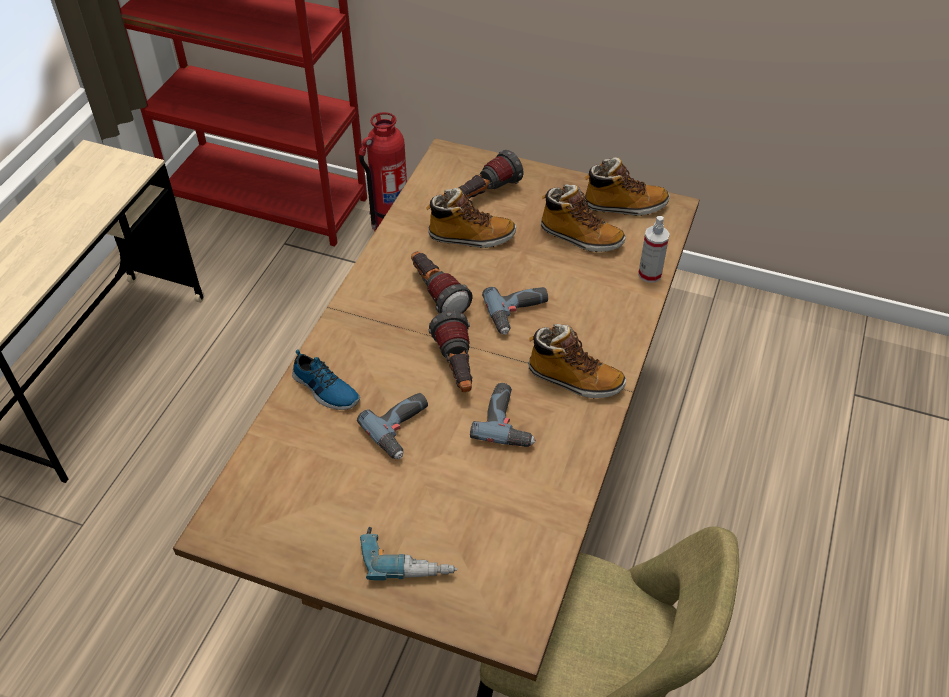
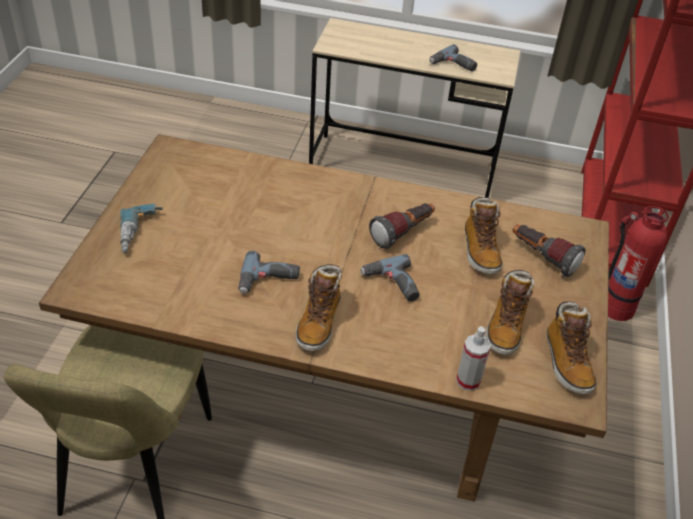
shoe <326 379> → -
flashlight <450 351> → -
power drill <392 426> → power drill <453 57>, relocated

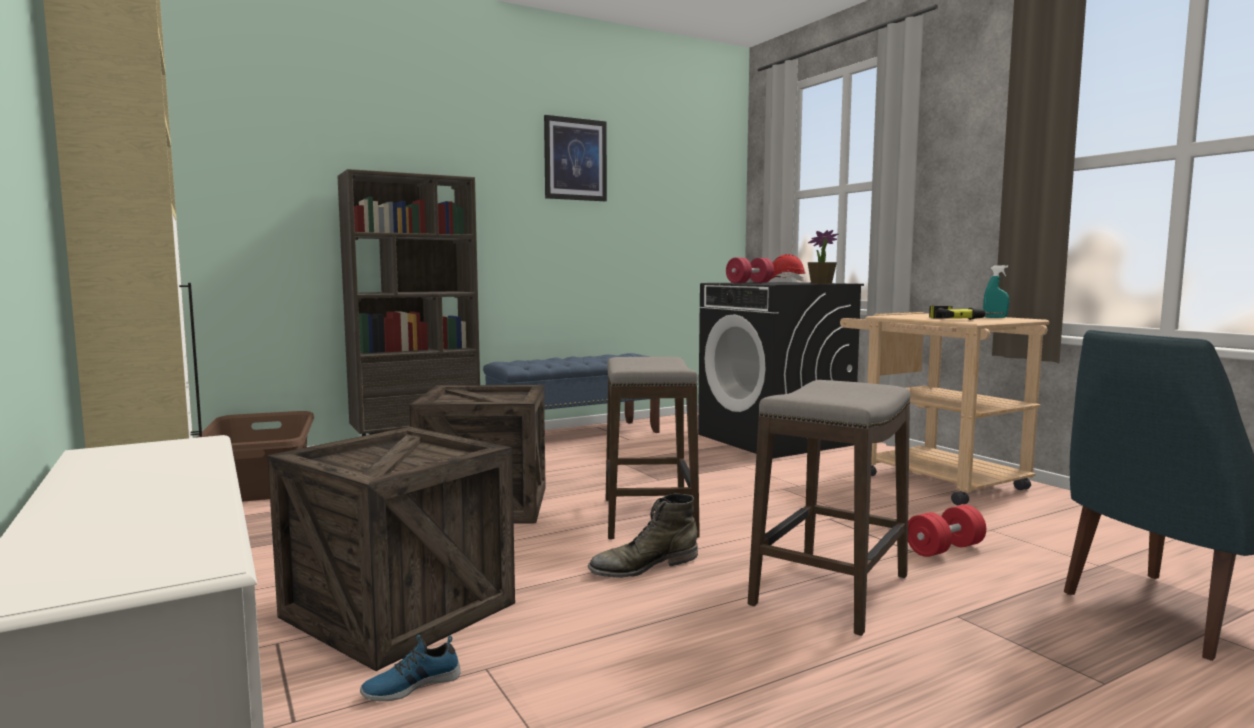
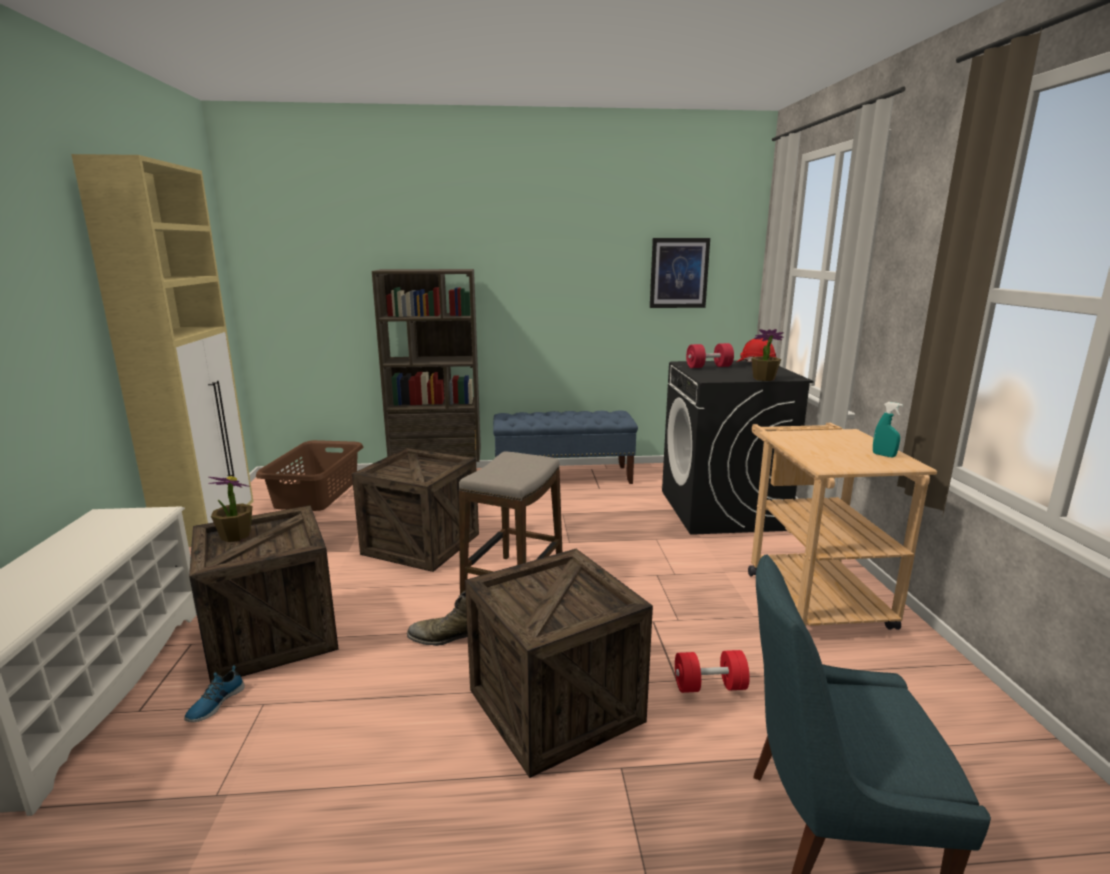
power drill <966 313> → -
- → potted plant <230 509>
picture <575 158> → picture <680 273>, relocated
stool <829 508> → crate <559 663>
shoe <410 668> → shoe <214 693>, 60 degrees counterclockwise

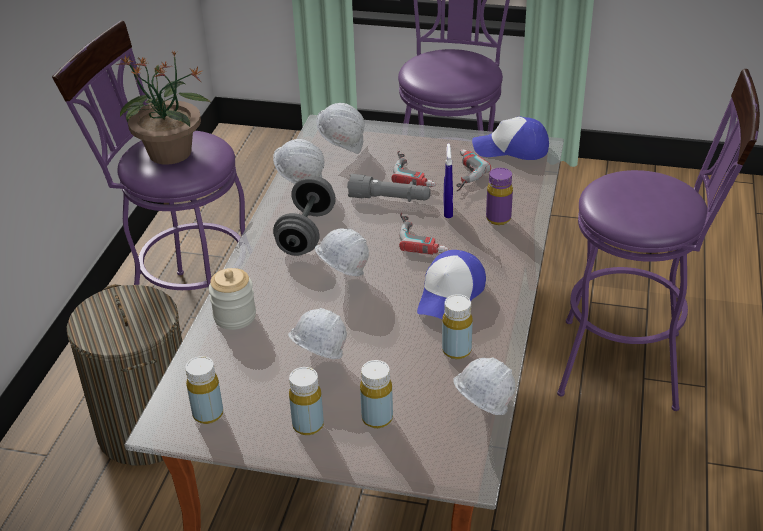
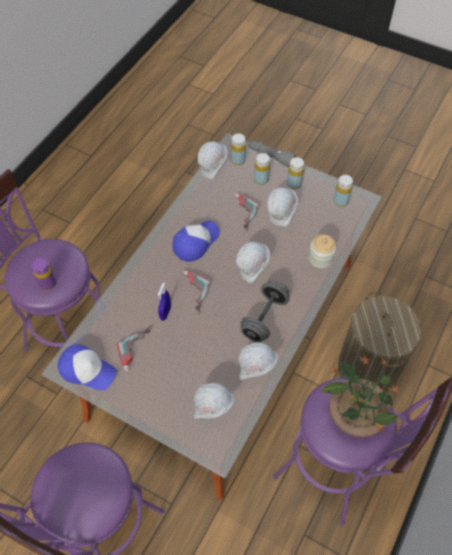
grey flashlight <389 188> → grey flashlight <272 153>, relocated
power drill <413 169> → power drill <247 212>, relocated
yellow bottle <457 326> → yellow bottle <238 149>, relocated
purple bottle <499 196> → purple bottle <44 274>, relocated

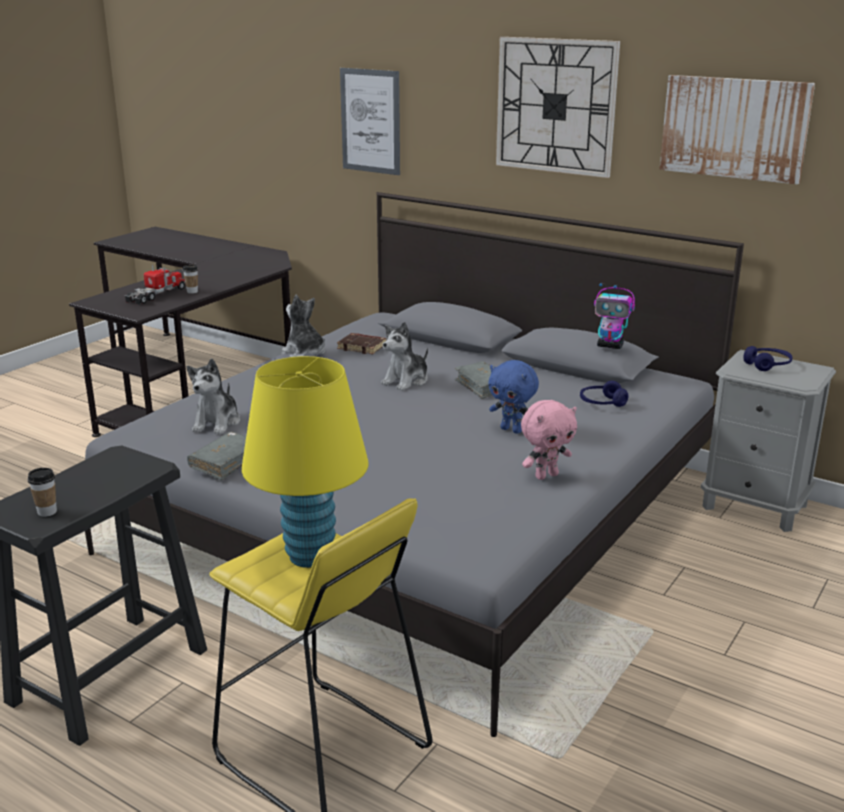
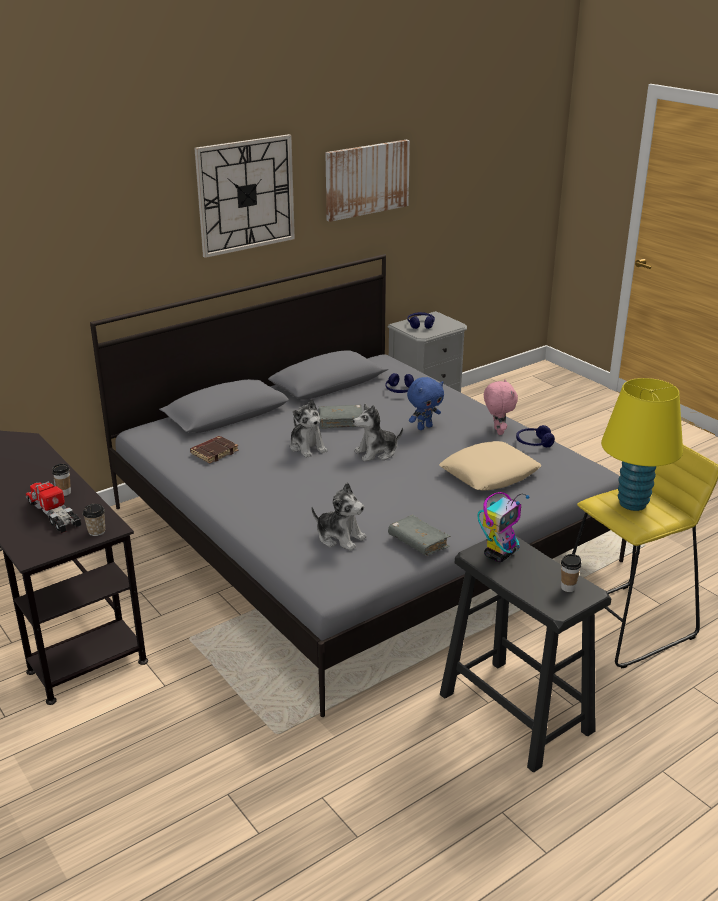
picture <370 121> → -
- → cup <94 520>
- → beige pillow <490 465>
- → blue headphones <535 436>
plush toy <303 326> → plush toy <378 432>, relocated
toy robot <614 316> → toy robot <504 527>, relocated

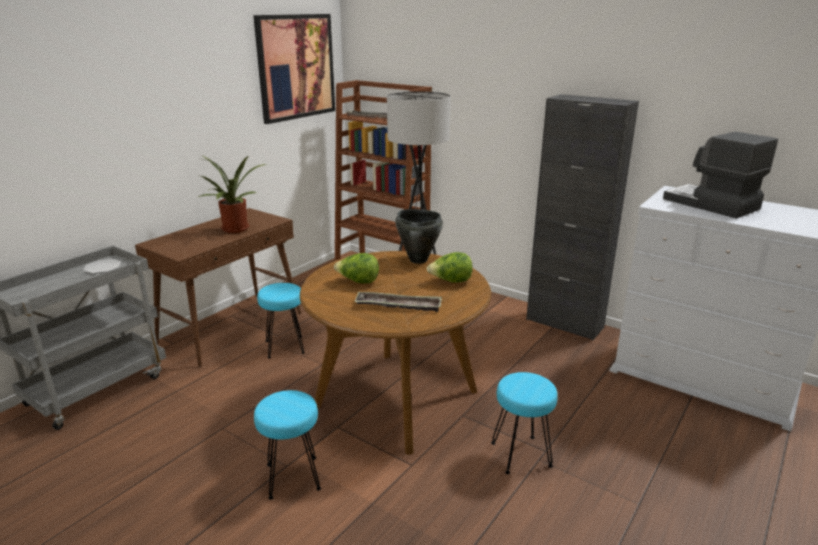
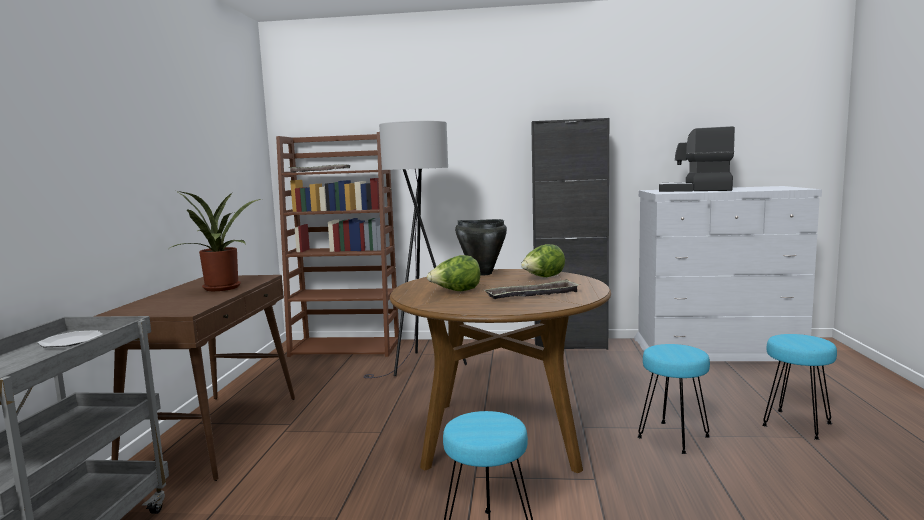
picture <294 69> → -
turquoise stool <281 321> → turquoise stool <799 387>, relocated

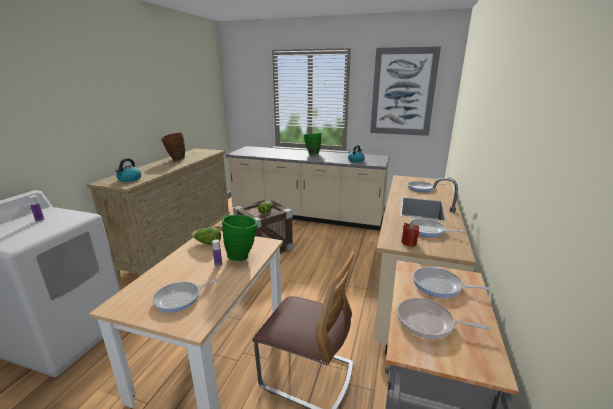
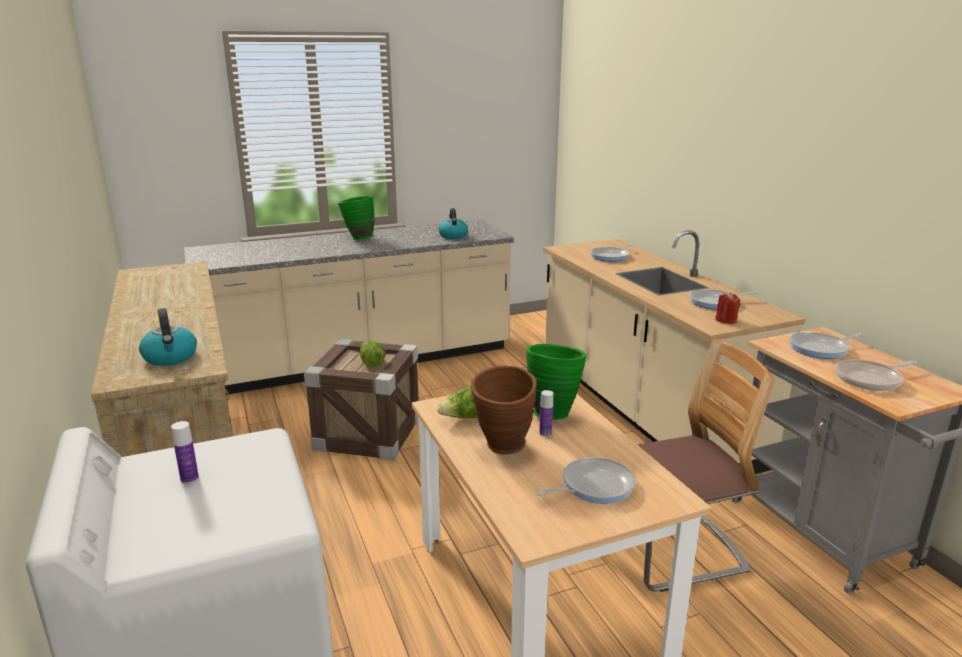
picture <405 91> → -
brown vase <173 147> → brown vase <504 410>, relocated
frying pan <186 295> → frying pan <586 480>, 135 degrees counterclockwise

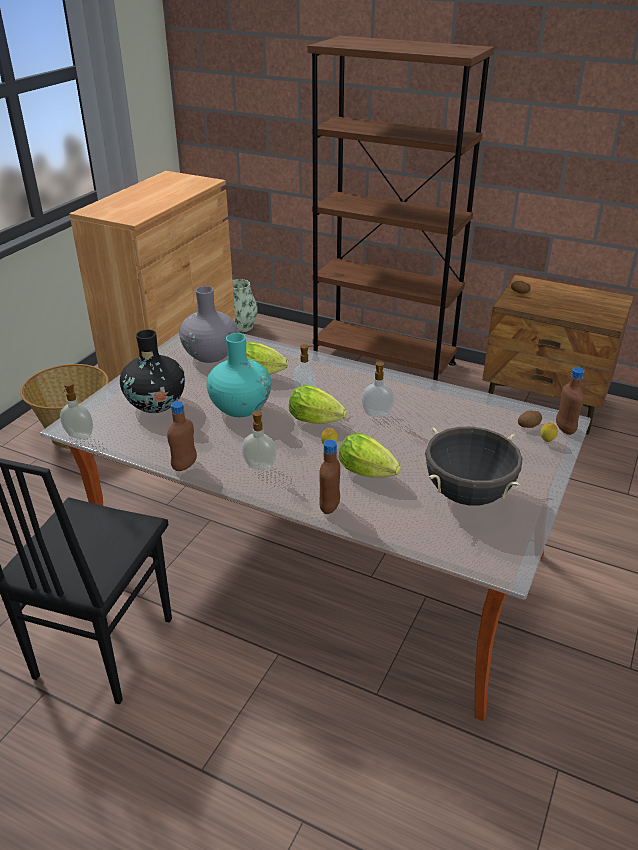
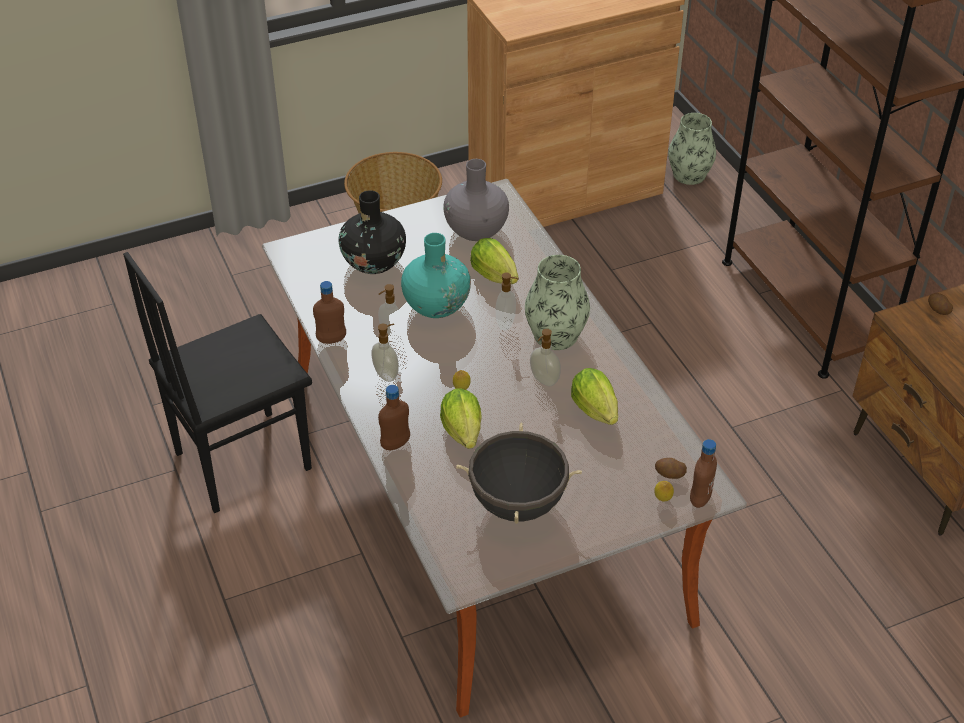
- → vase <557 302>
soap dispenser <76 410> → soap dispenser <391 313>, relocated
lettuce <318 404> → lettuce <594 396>, relocated

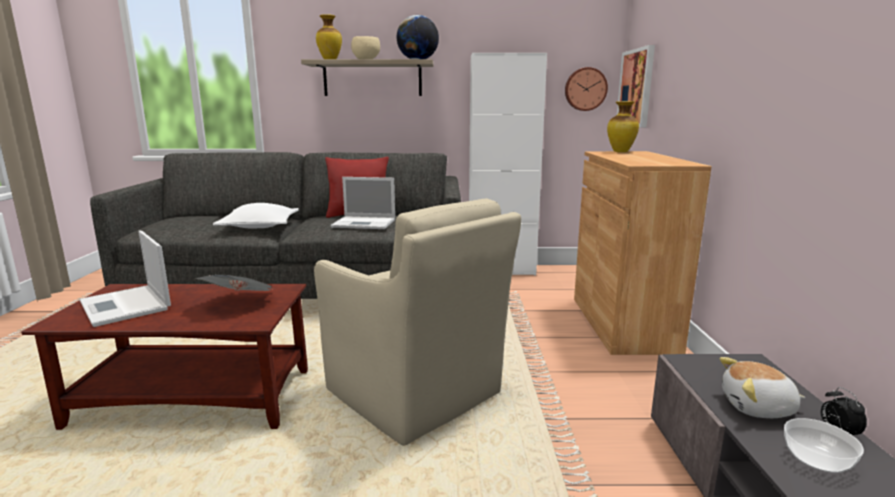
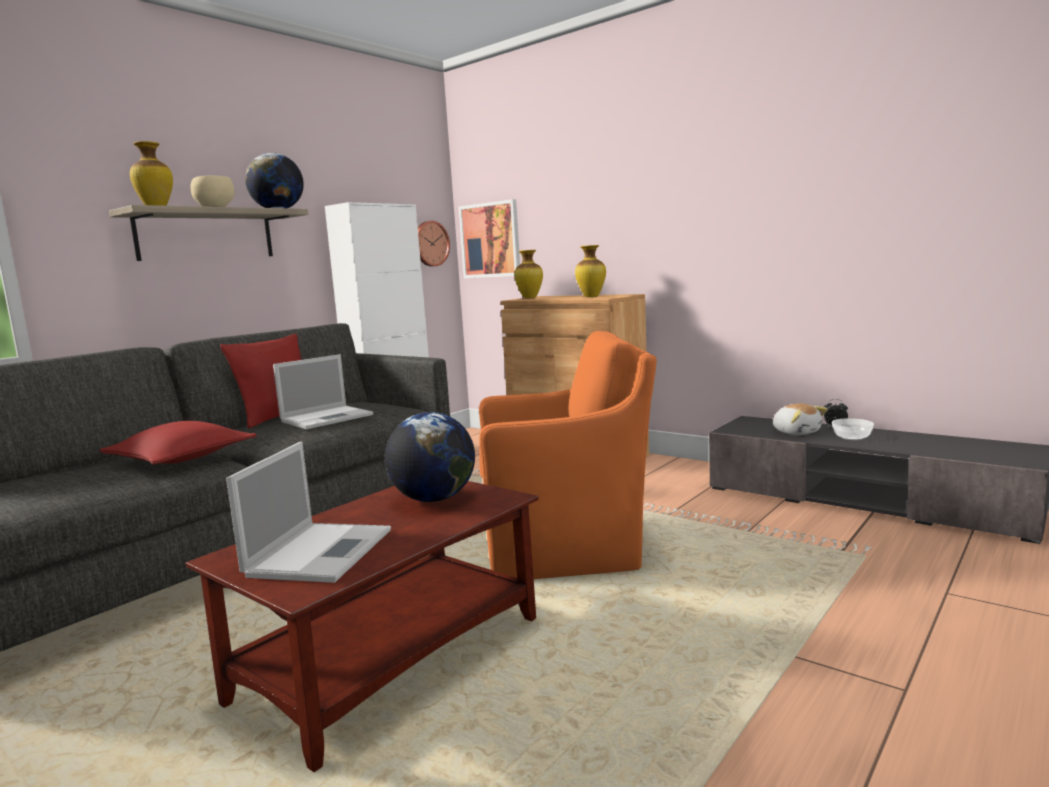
- → vase <590 271>
newspaper <234 283> → globe <430 457>
white pillow <256 215> → red pillow <178 443>
beige armchair <417 322> → orange armchair <567 455>
laptop <125 279> → laptop <308 512>, 75 degrees counterclockwise
plush toy <762 387> → plush toy <800 419>, 75 degrees counterclockwise

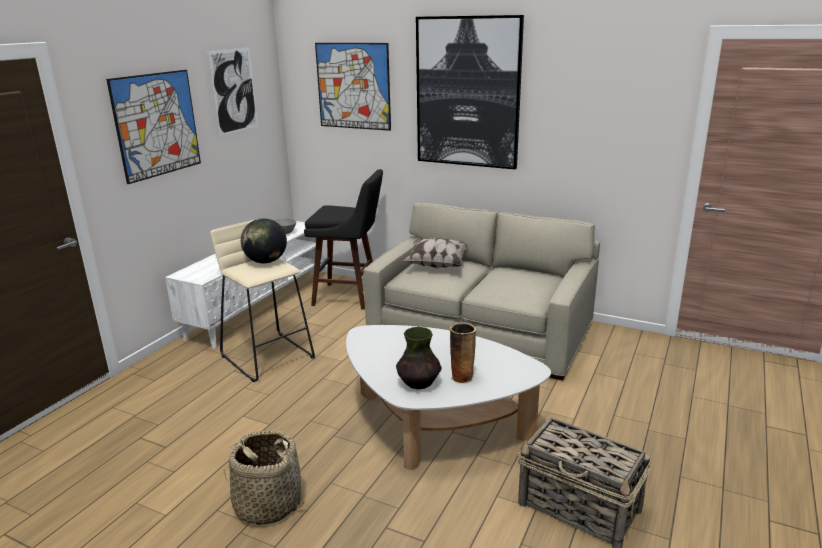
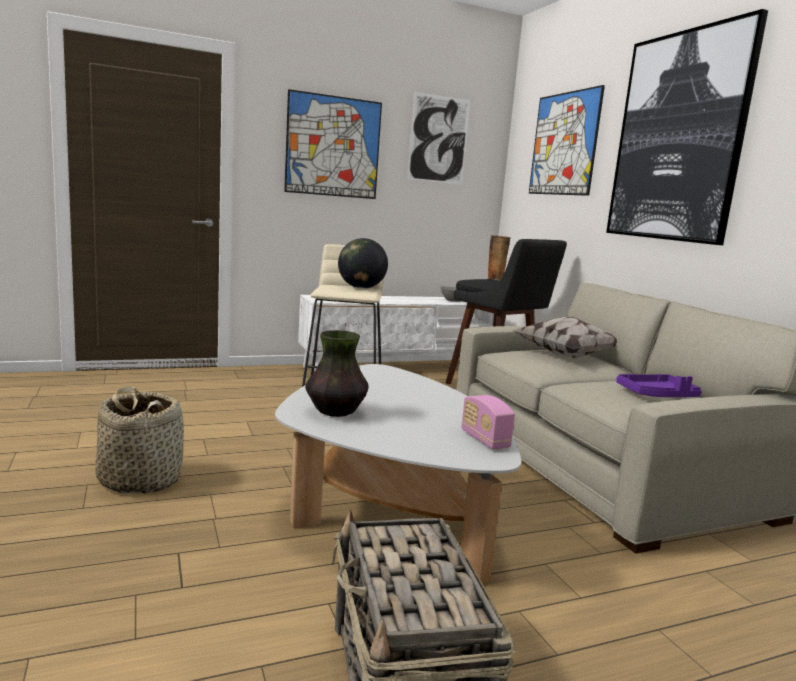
- → radio <488 422>
- → purple tray <659 385>
vase <463 353> → vase <499 257>, relocated

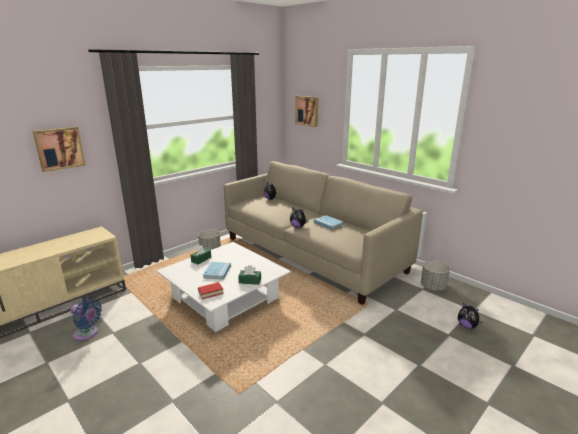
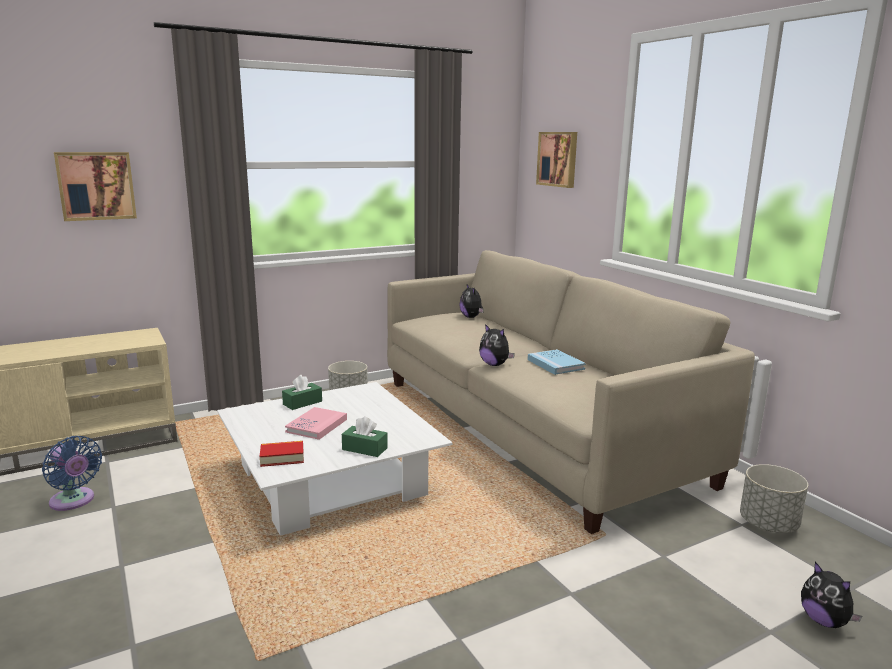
blue book <217 271> → pink book <316 423>

